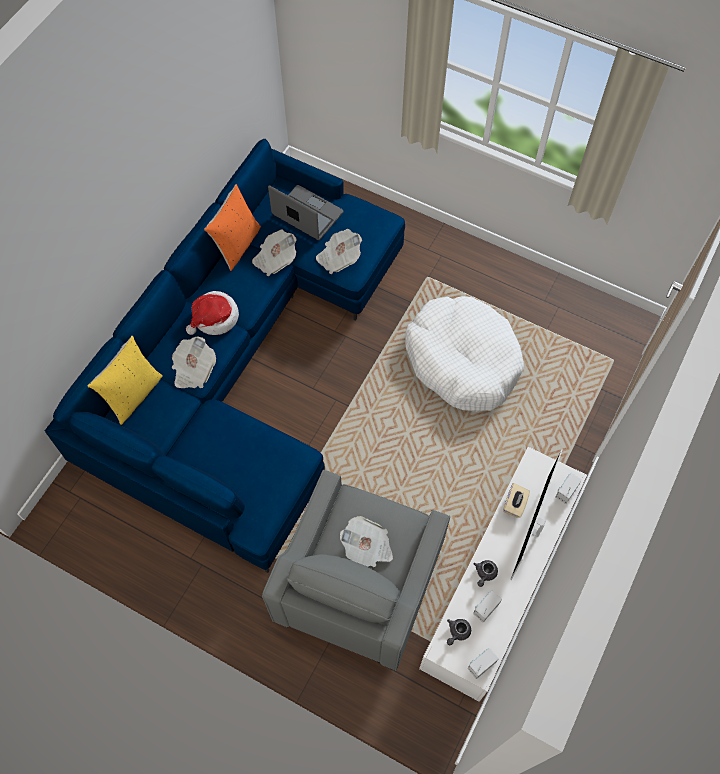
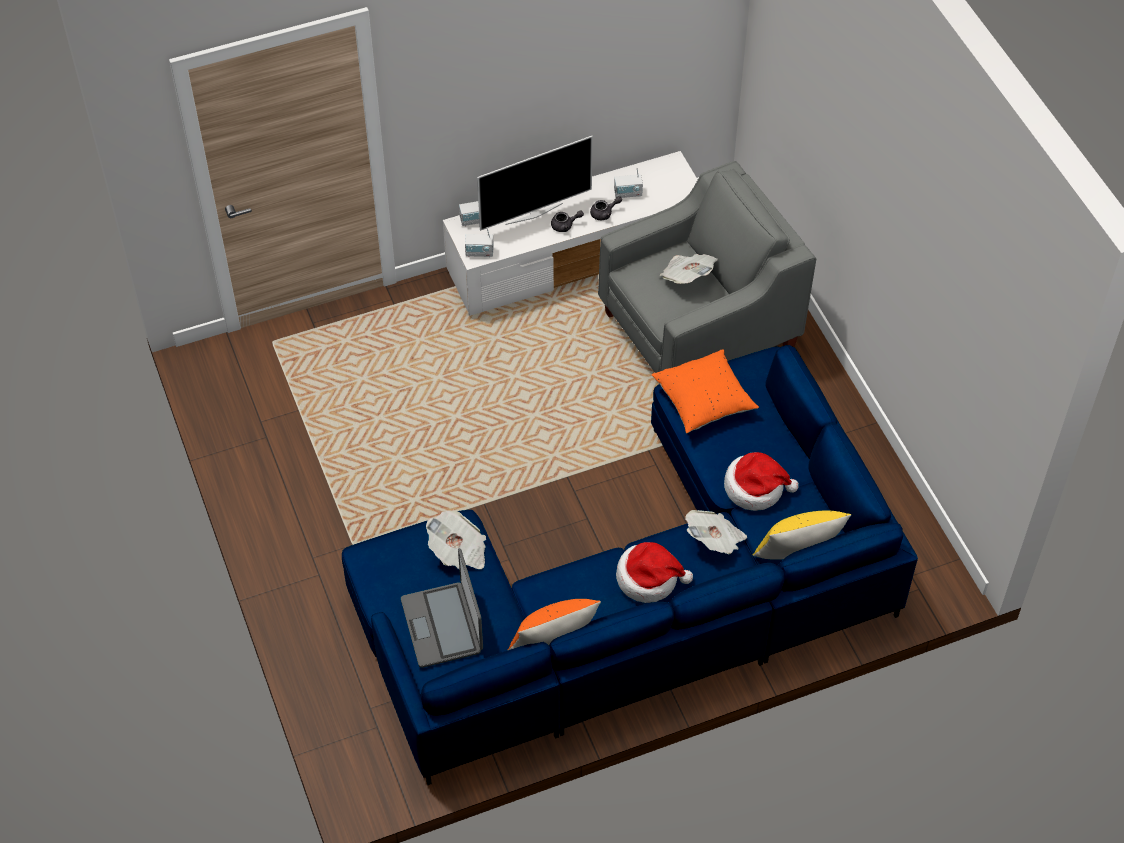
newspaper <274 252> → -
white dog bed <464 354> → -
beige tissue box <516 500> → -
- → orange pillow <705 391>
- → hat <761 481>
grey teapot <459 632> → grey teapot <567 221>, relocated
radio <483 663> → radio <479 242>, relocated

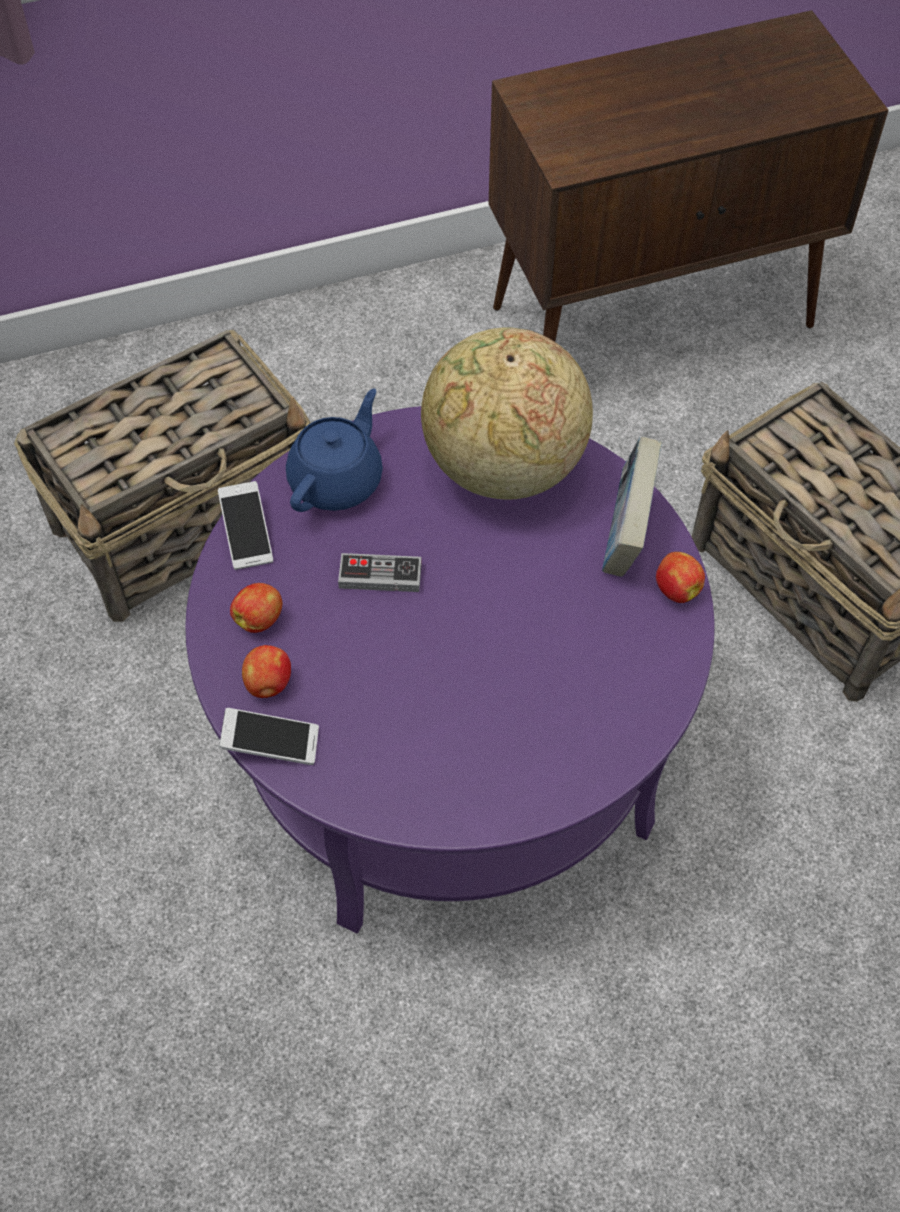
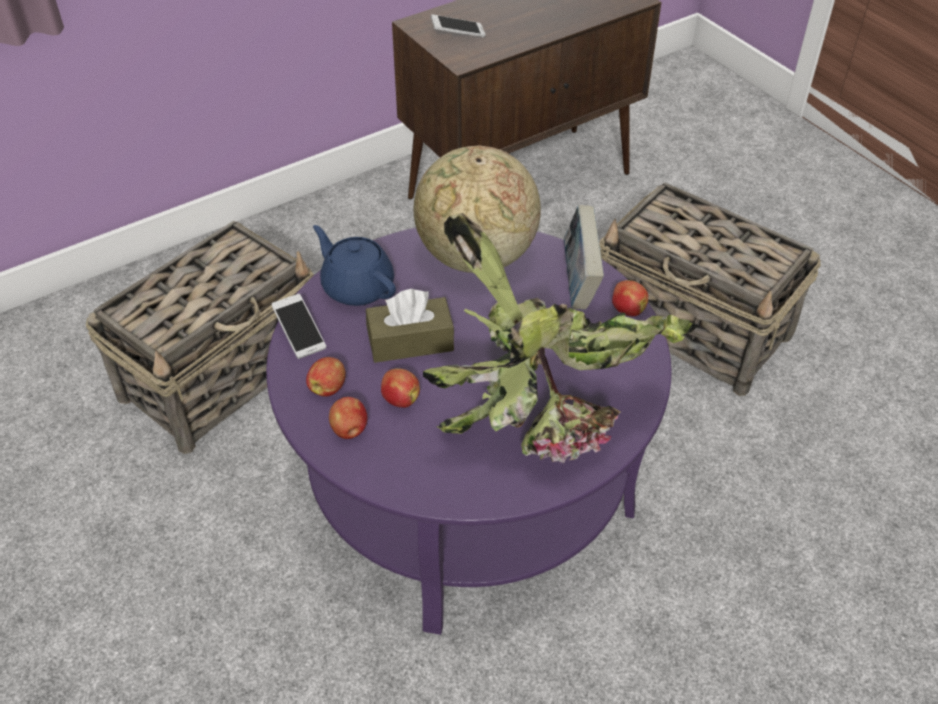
- → apple <400 388>
- → potted plant <560 338>
phone <269 736> → phone <458 25>, relocated
game controller <380 572> → brown tissue box <410 326>
blue teapot <334 450> → blue teapot <354 265>, 60 degrees counterclockwise

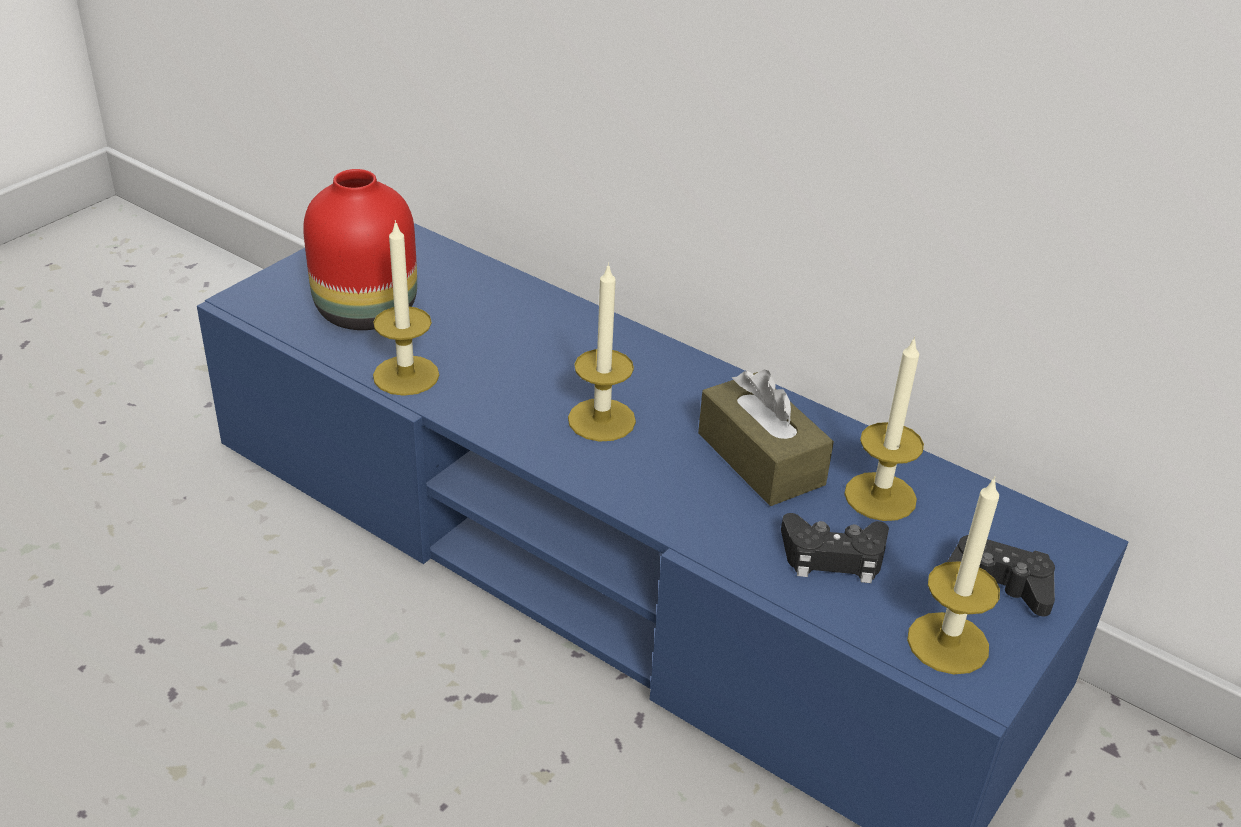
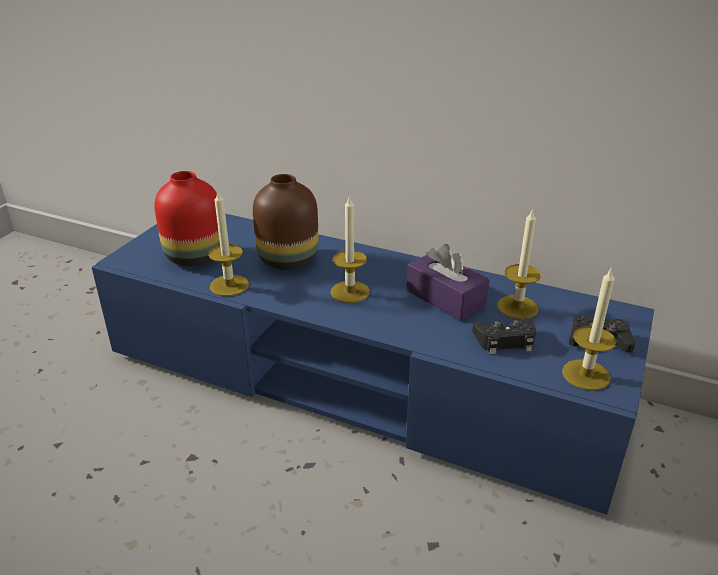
- → brown vase <286 222>
brown tissue box <766 437> → purple tissue box <448 282>

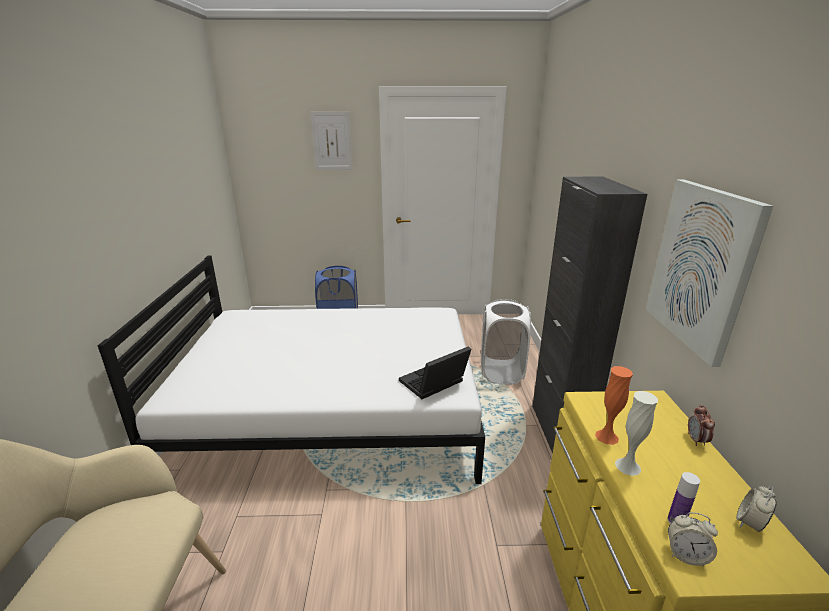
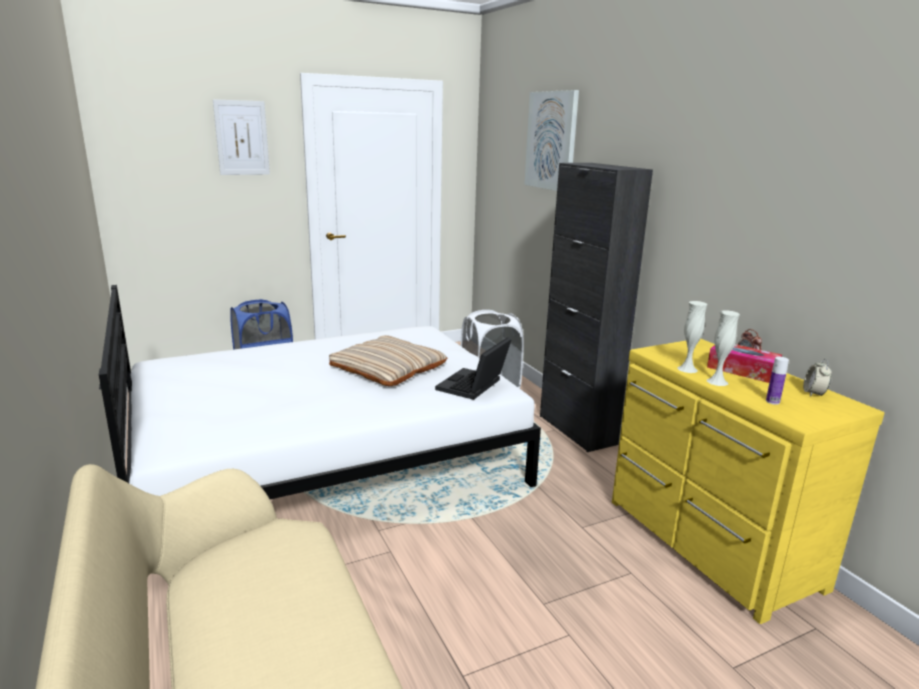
alarm clock <693 539> → -
- → beige pillow <388 360>
- → tissue box <744 363>
picture <709 273> → picture <551 140>, relocated
orange vase <614 405> → white vase <692 337>

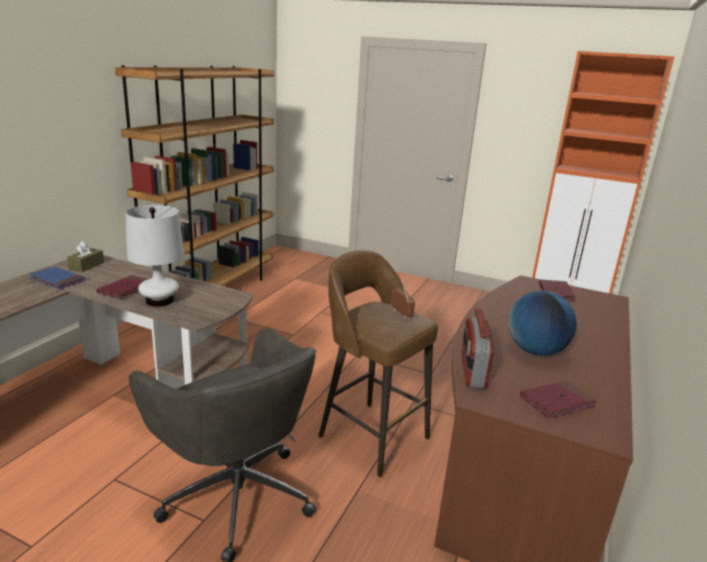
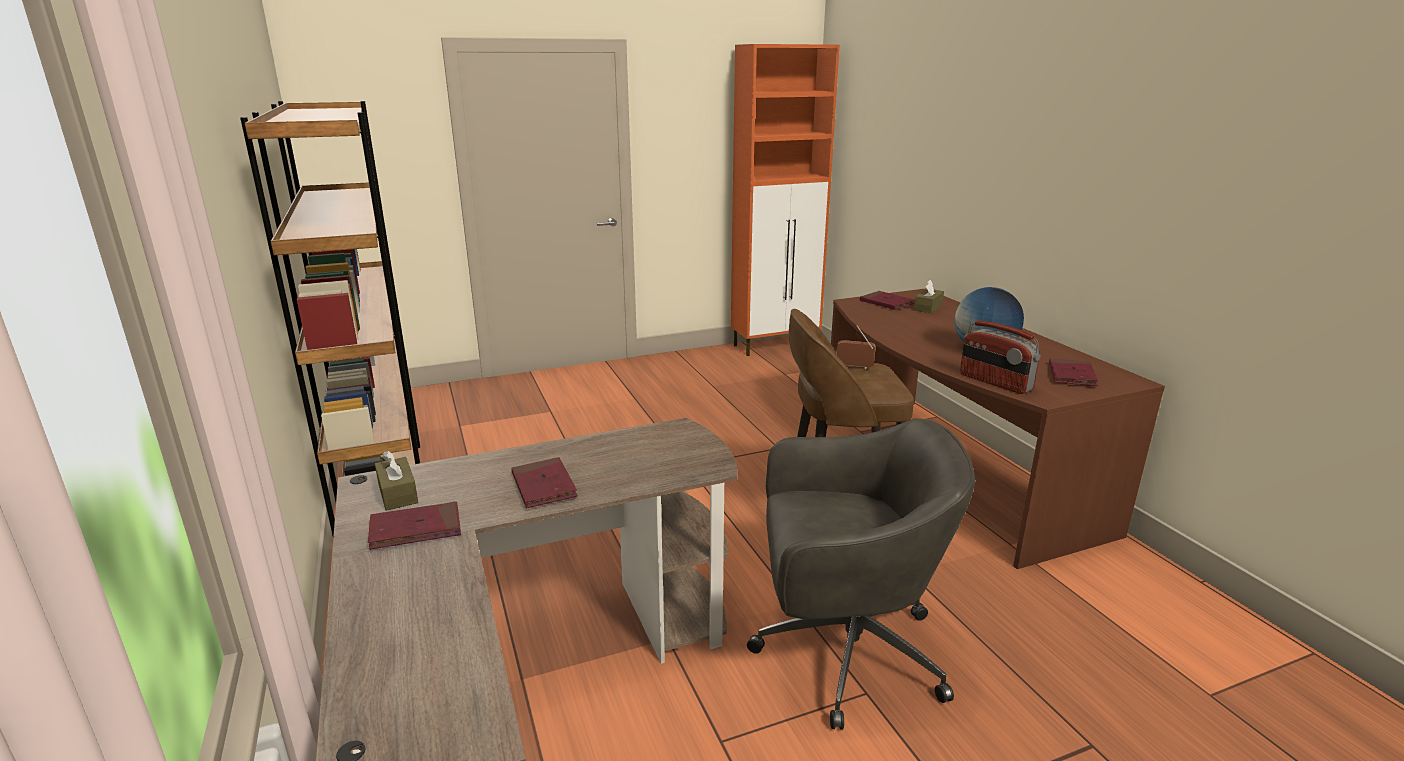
white table lamp <155 256> → -
- → brown tissue box <929 296>
blue book <57 278> → red book <414 525>

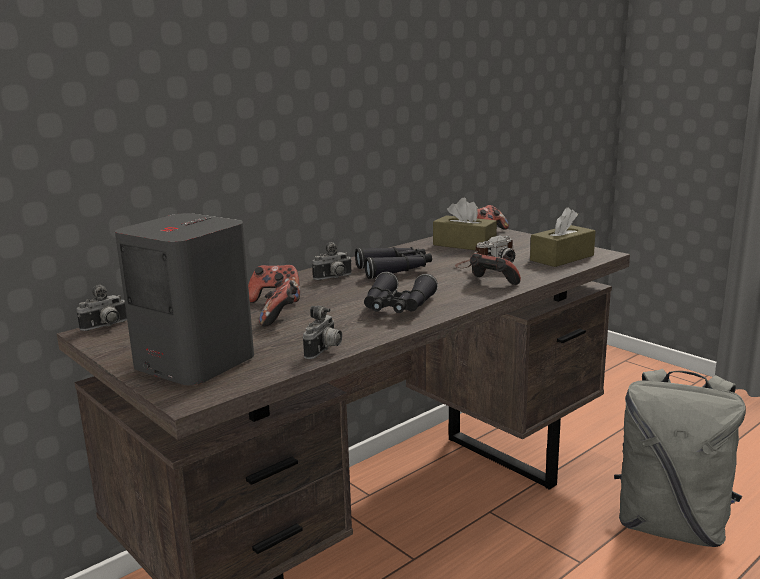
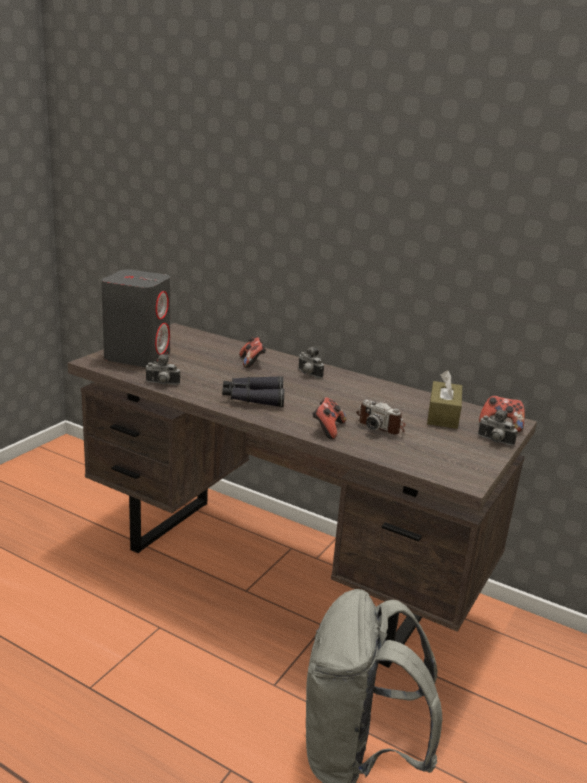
game controller <278 303> → -
black binoculars <393 263> → -
brown tissue box <563 237> → -
photo camera <102 308> → photo camera <498 428>, relocated

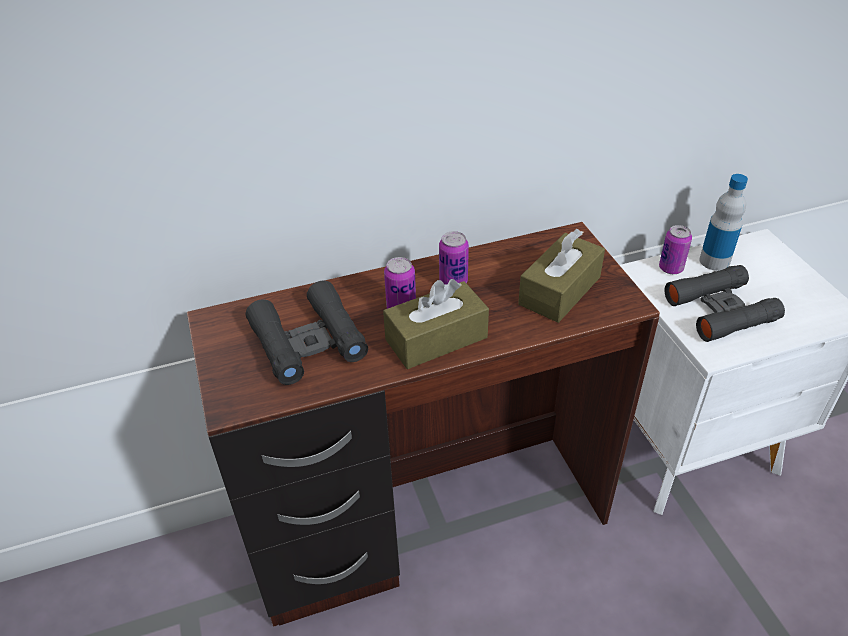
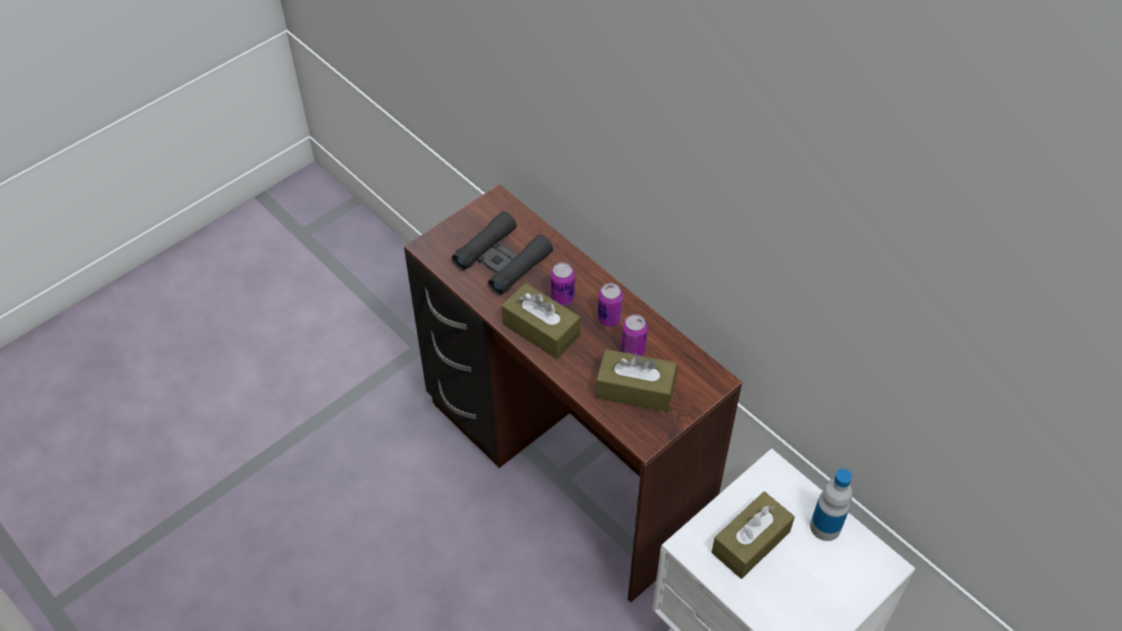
can <675 249> → can <634 335>, relocated
black binoculars <724 303> → brown tissue box <753 535>

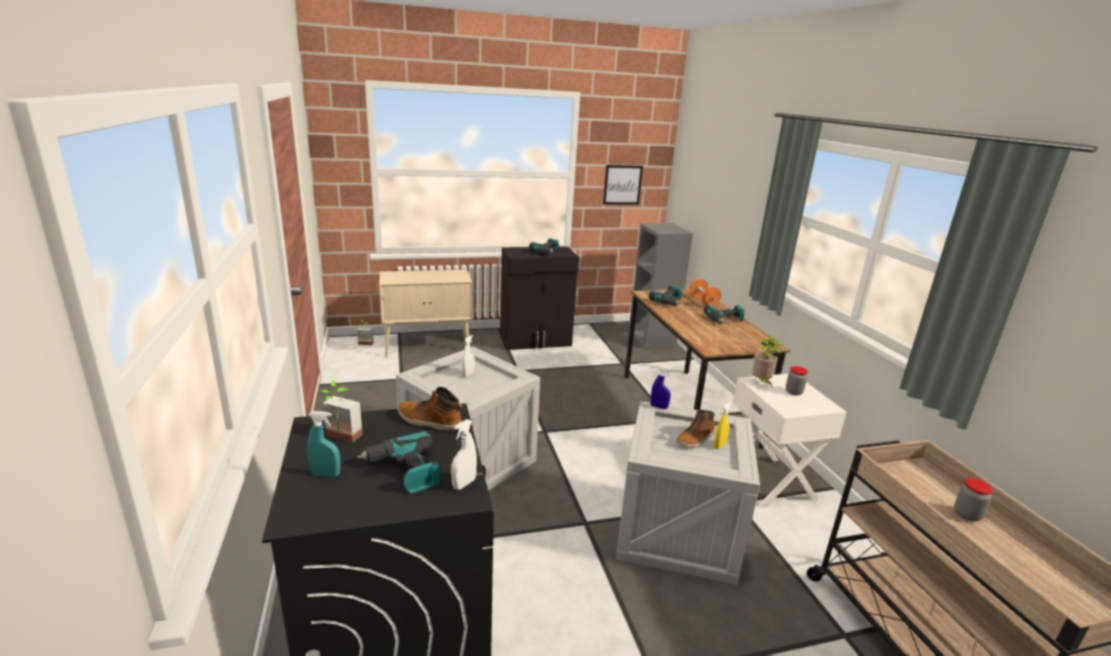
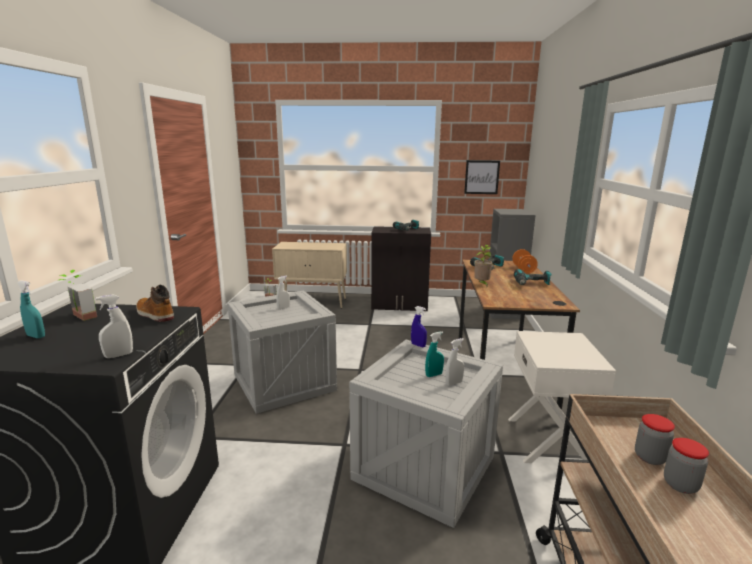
power drill <399 462> → -
potted plant <767 361> → potted plant <483 265>, relocated
jar <797 380> → jar <655 439>, relocated
boot <695 428> → turquoise spray bottle <434 354>
yellow spray bottle <723 425> → white spray bottle <454 362>

